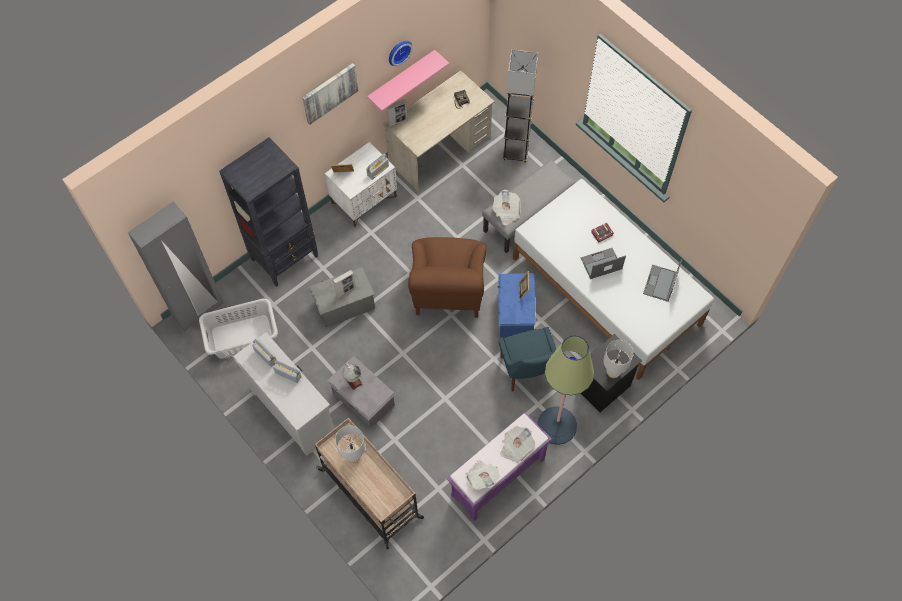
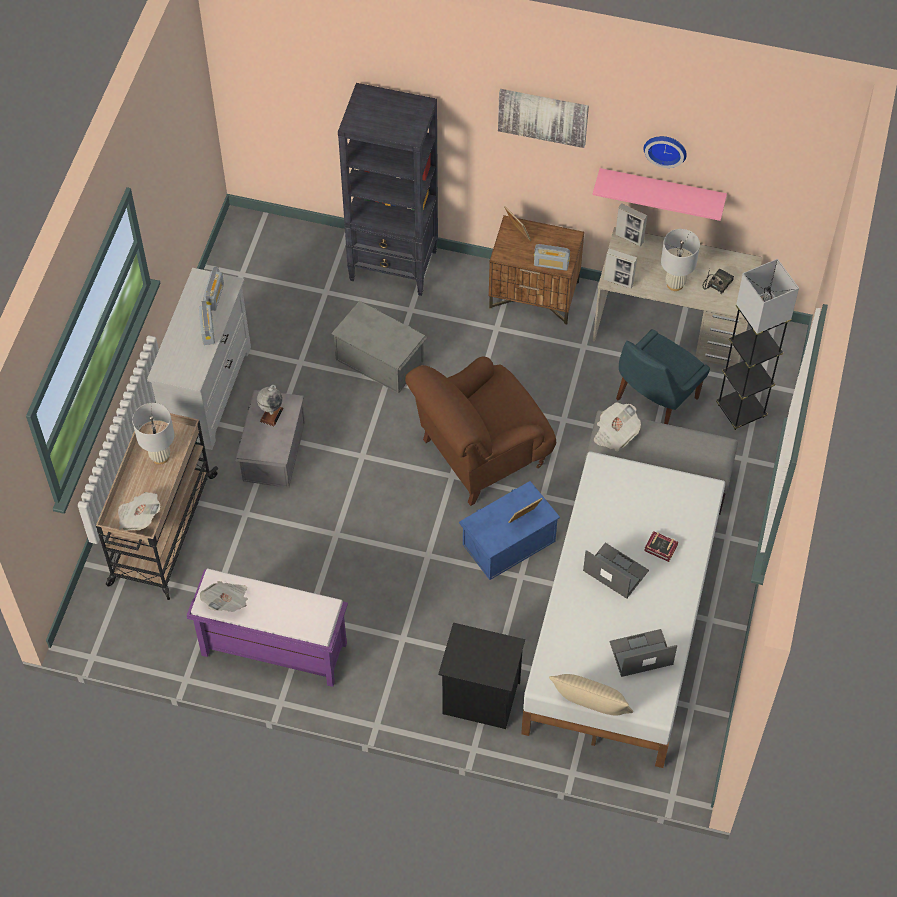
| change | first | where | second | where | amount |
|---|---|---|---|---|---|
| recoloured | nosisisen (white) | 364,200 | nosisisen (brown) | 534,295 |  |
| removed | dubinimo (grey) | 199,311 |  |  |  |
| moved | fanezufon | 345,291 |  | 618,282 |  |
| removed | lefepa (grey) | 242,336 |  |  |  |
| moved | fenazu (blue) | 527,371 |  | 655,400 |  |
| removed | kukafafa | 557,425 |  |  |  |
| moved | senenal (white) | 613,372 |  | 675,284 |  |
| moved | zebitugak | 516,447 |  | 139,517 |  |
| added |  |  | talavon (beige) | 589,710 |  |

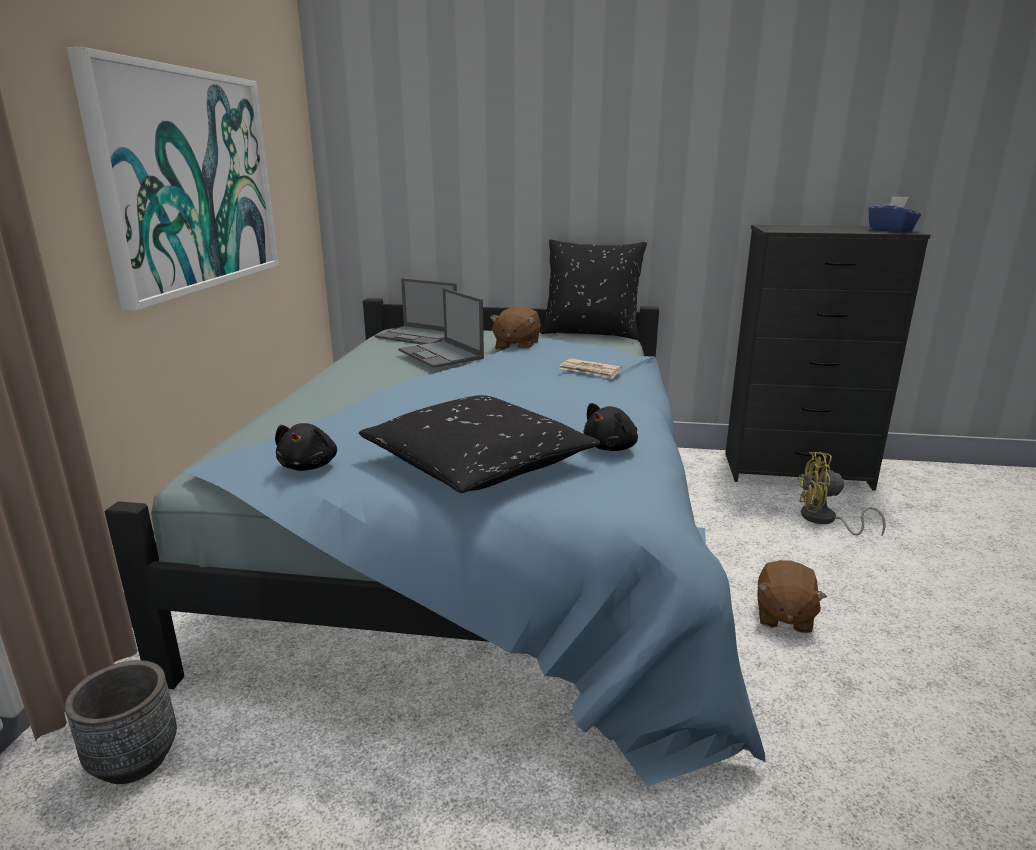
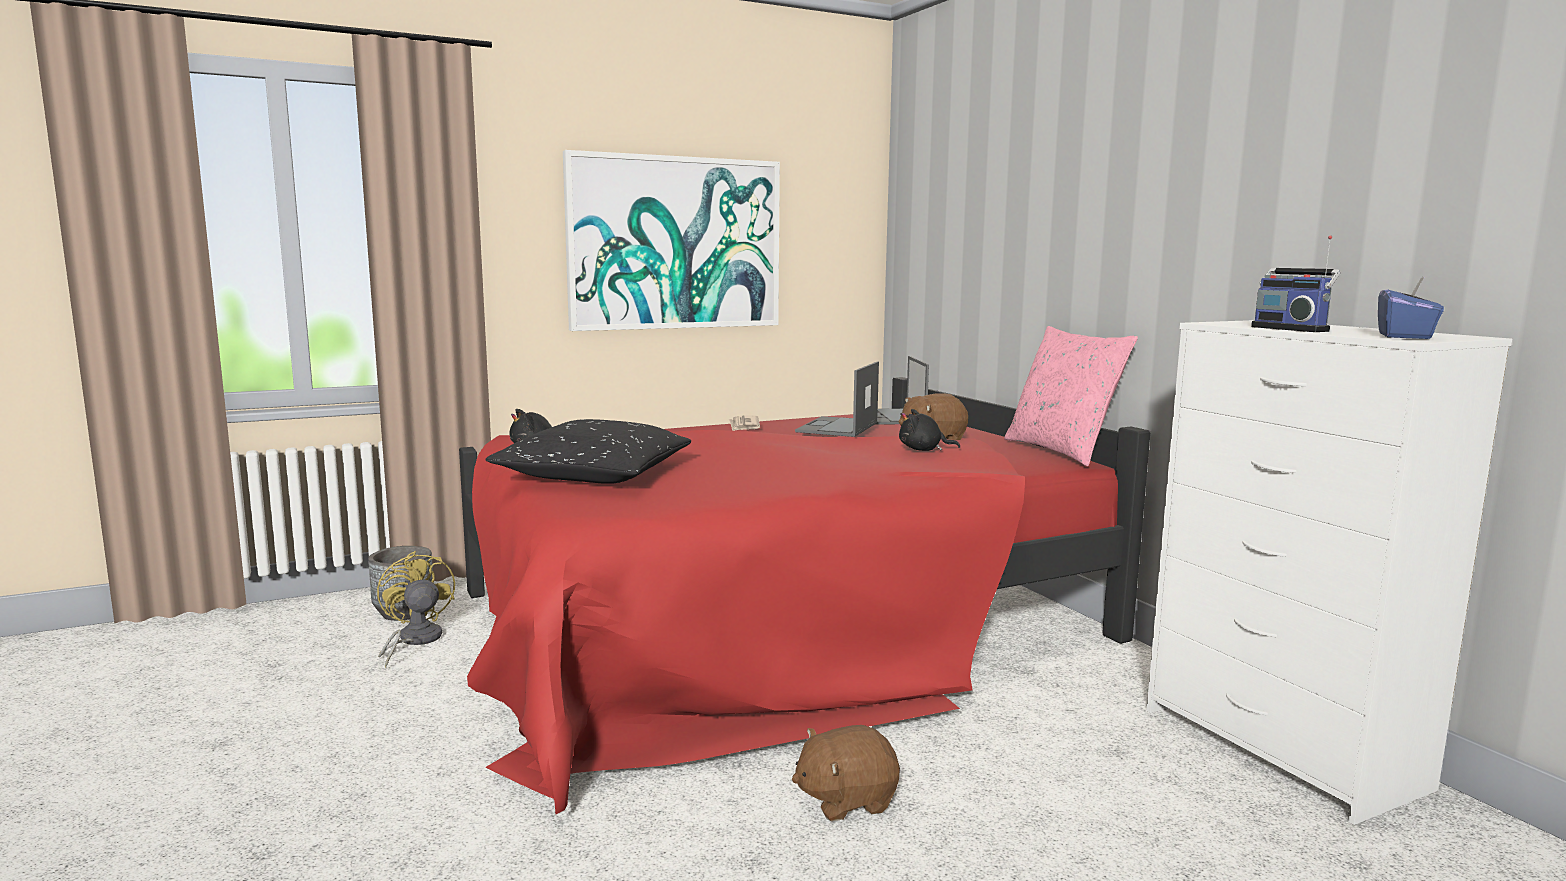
| change | first | where | second | where | amount |
|---|---|---|---|---|---|
| recoloured | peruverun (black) | 797,471 | peruverun (white) | 1283,749 |  |
| recoloured | talavon (black) | 591,333 | talavon (pink) | 1062,451 |  |
| recoloured | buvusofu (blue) | 485,541 | buvusofu (red) | 774,624 |  |
| moved | zebitugak | 590,371 |  | 744,426 |  |
| moved | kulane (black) | 612,447 |  | 923,450 |  |
| moved | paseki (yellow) | 824,520 |  | 414,641 |  |
| added |  |  | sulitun | 1292,329 |  |

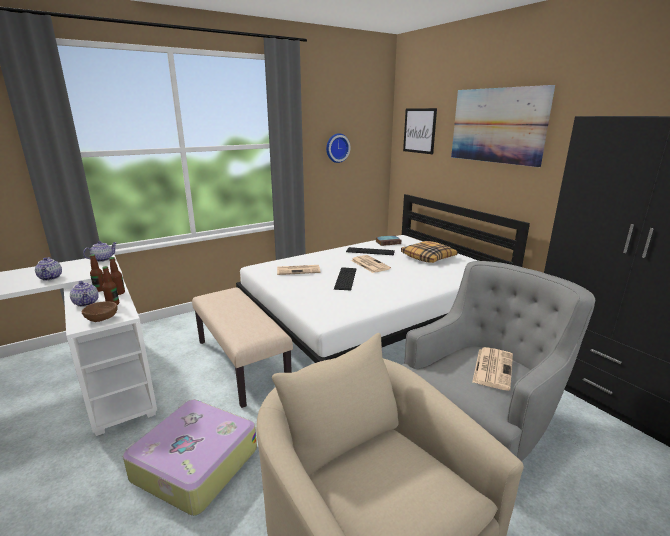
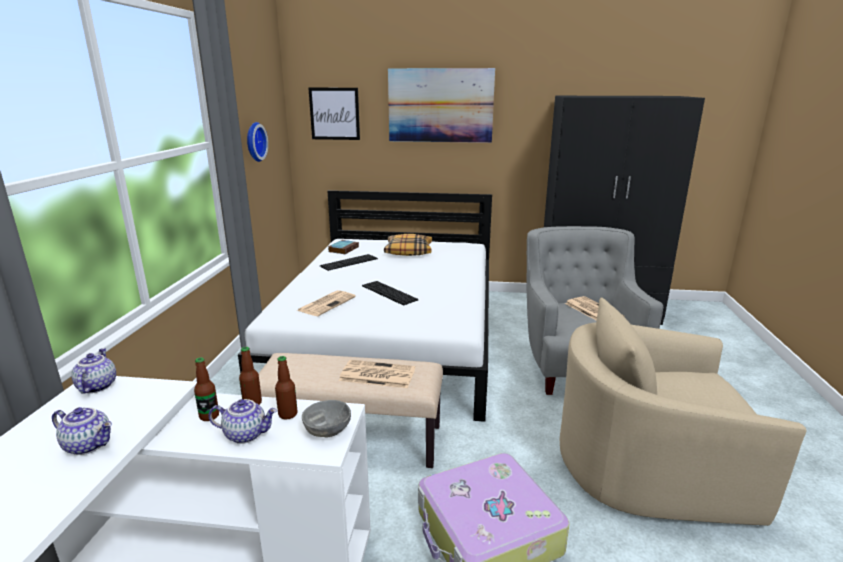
| change | first | where | second | where | amount |
|---|---|---|---|---|---|
| moved | zebitugak | 369,264 |  | 376,375 |  |
| recoloured | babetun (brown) | 102,319 | babetun (grey) | 327,430 |  |

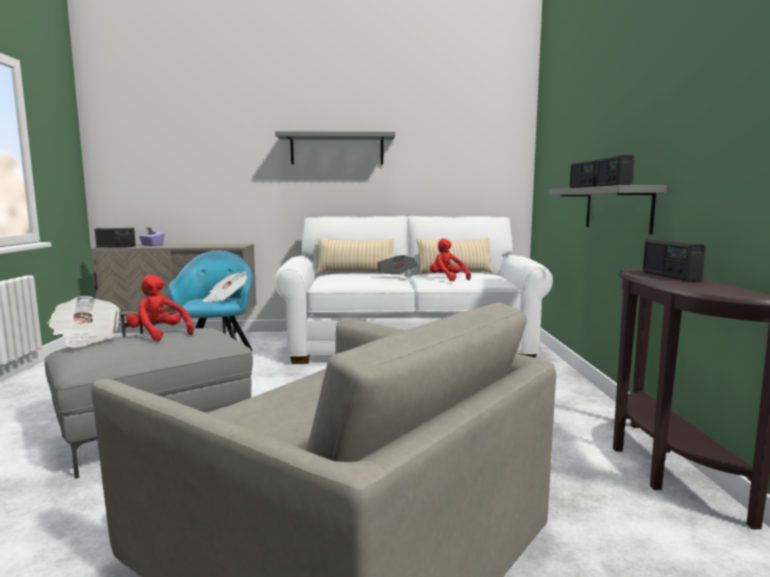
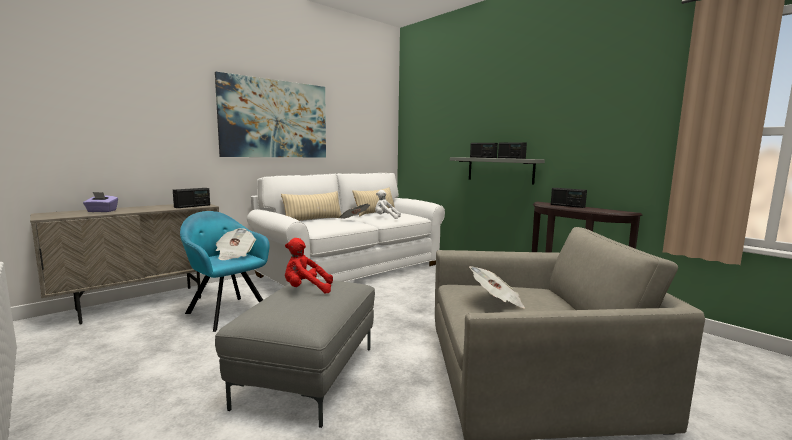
| change | first | where | second | where | amount |
|---|---|---|---|---|---|
| replaced | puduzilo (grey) | 337,149 | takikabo | 275,119 |  |
| moved | sulitun | 116,247 |  | 192,206 |  |
| recoloured | kulane (red) | 447,279 | kulane (white) | 385,218 |  |
| moved | zebitugak | 86,338 |  | 496,301 |  |

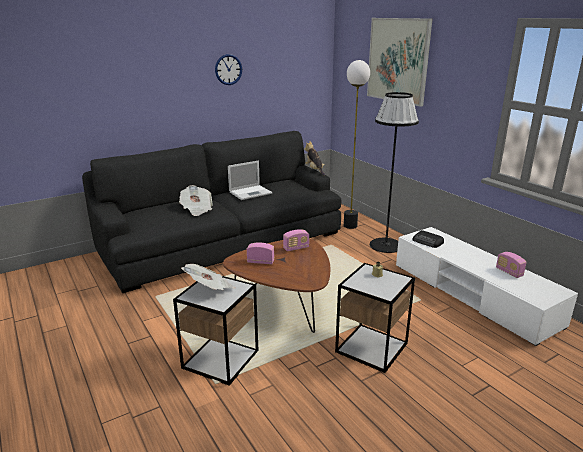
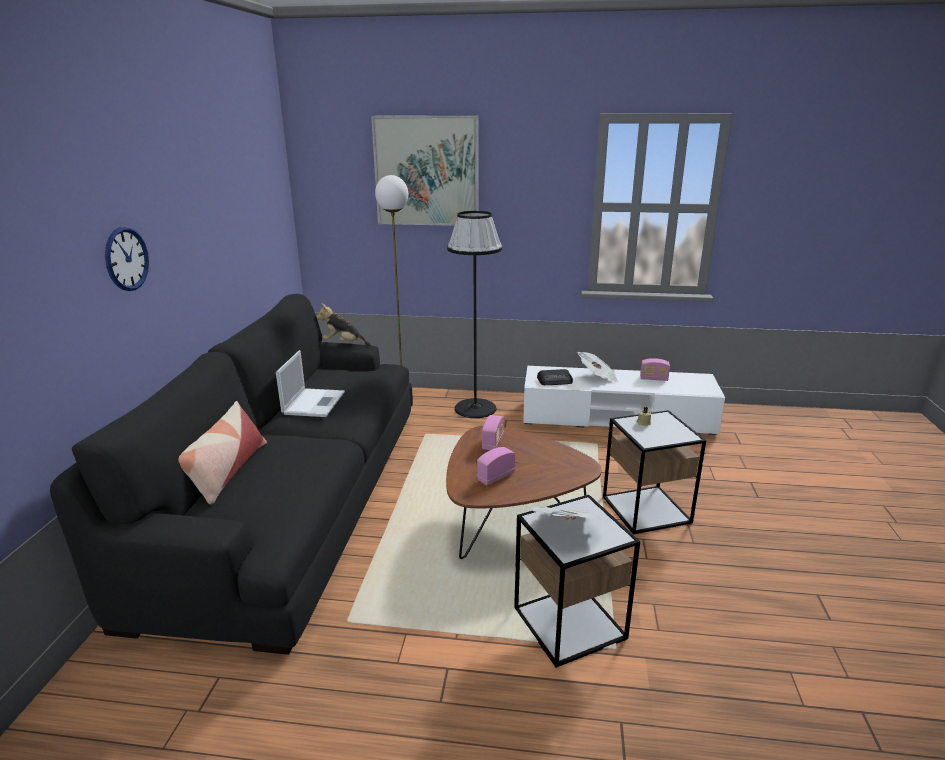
| change | first | where | second | where | amount |
|---|---|---|---|---|---|
| moved | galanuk | 228,69 |  | 126,259 |  |
| moved | zebitugak | 196,209 |  | 598,377 |  |
| added |  |  | talavon | 227,471 |  |

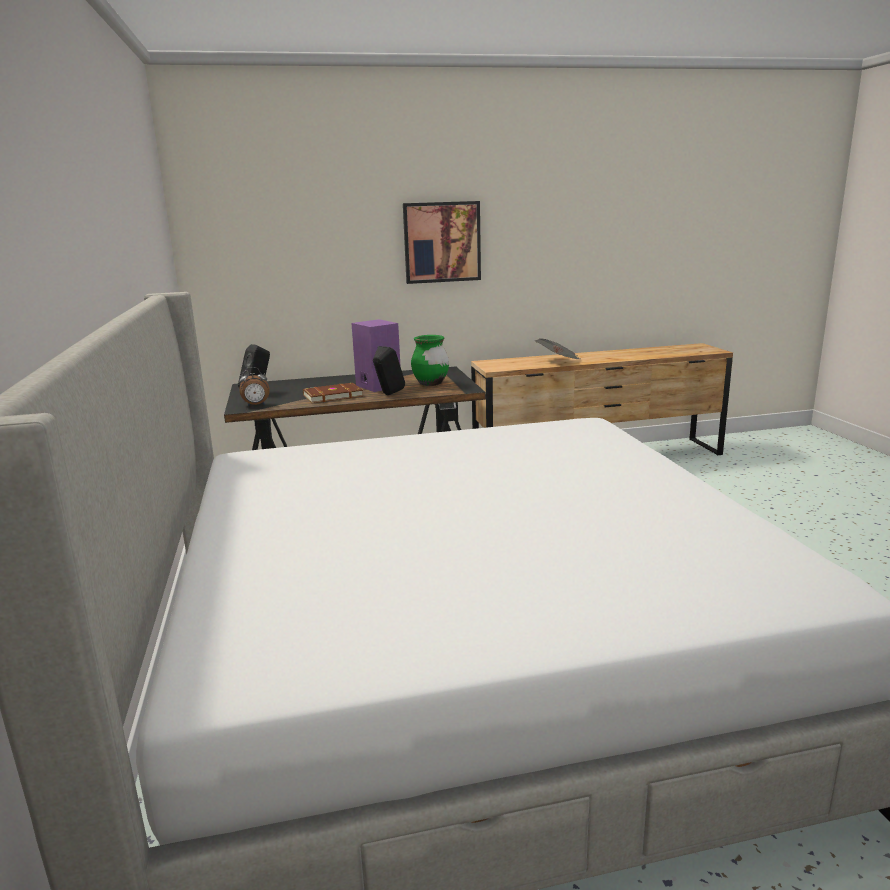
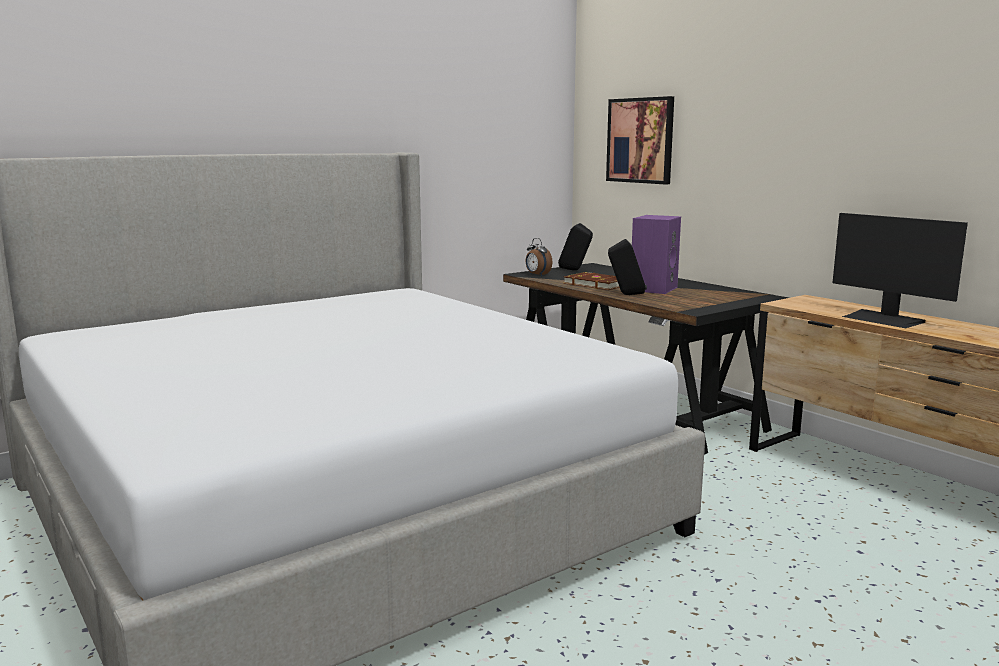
| change | first | where | second | where | amount |
|---|---|---|---|---|---|
| moved | takikabo | 442,242 |  | 640,140 |  |
| removed | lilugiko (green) | 430,384 |  |  |  |
| replaced | zebitugak | 558,361 | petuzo | 884,319 |  |

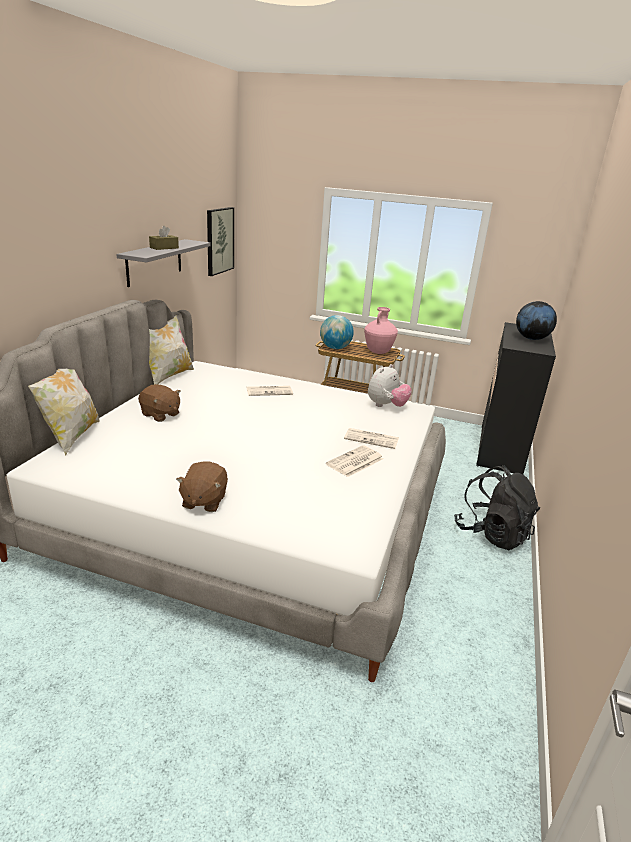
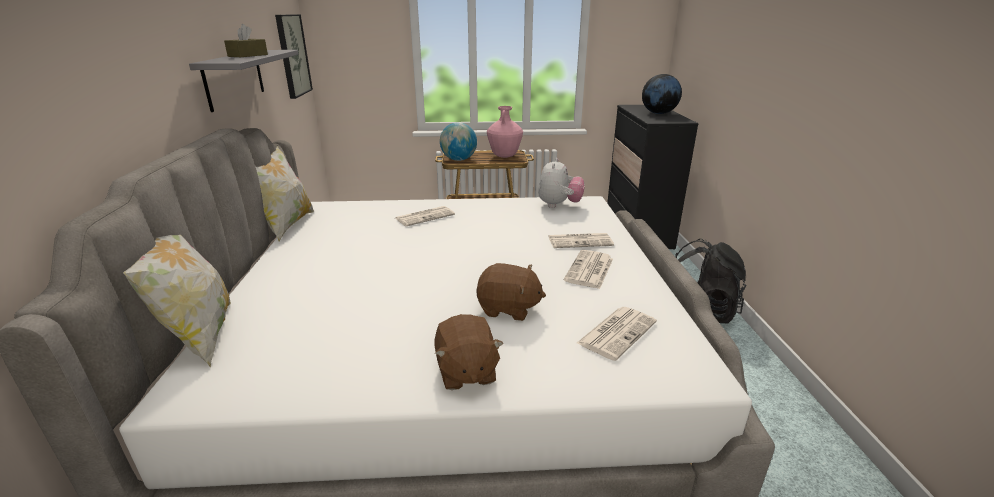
| change | first | where | second | where | amount |
|---|---|---|---|---|---|
| moved | kulane (brown) | 160,415 |  | 508,308 |  |
| added |  |  | zebitugak | 617,332 |  |

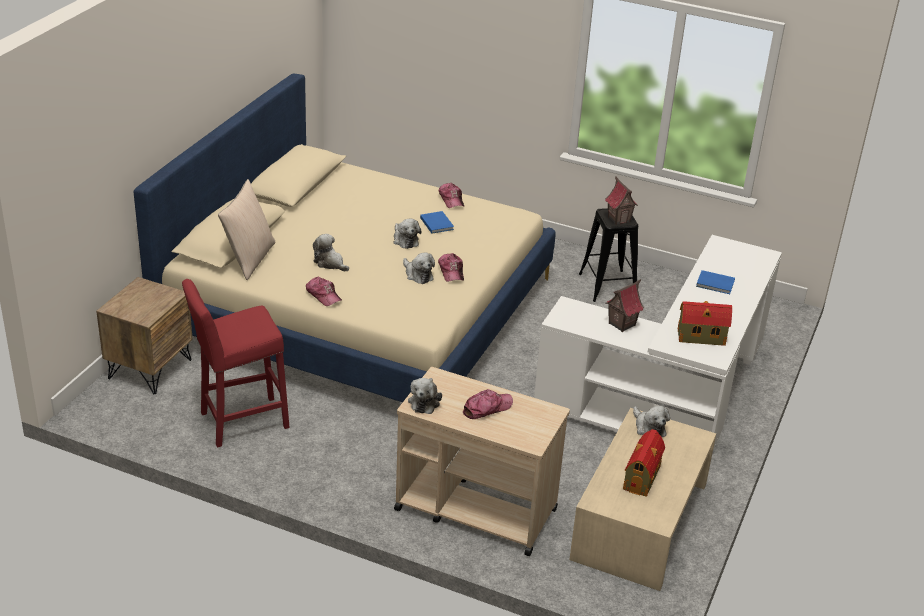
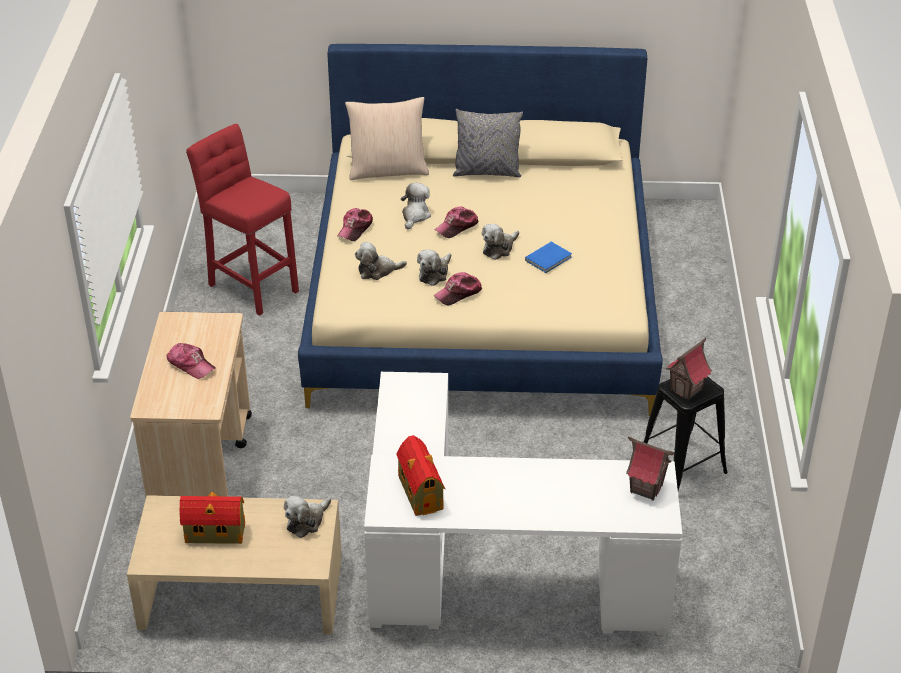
| change | first | where | second | where | amount |
|---|---|---|---|---|---|
| moved | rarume | 451,199 |  | 457,227 |  |
| removed | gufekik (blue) | 716,284 |  |  |  |
| removed | nosisisen (brown) | 149,369 |  |  |  |
| moved | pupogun | 621,324 |  | 646,488 |  |
| moved | kulane | 424,401 |  | 377,271 |  |
| added |  |  | talavon (grey) | 487,172 |  |

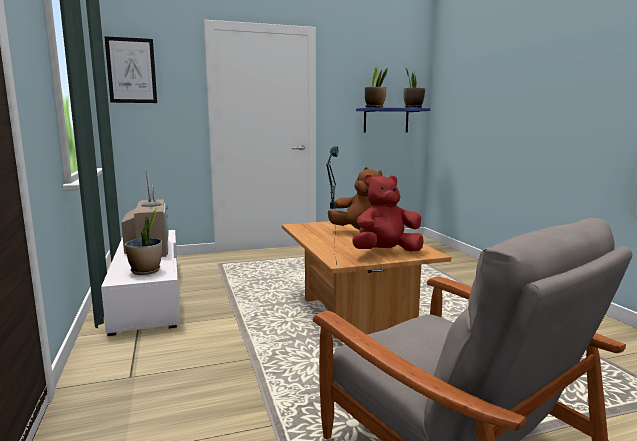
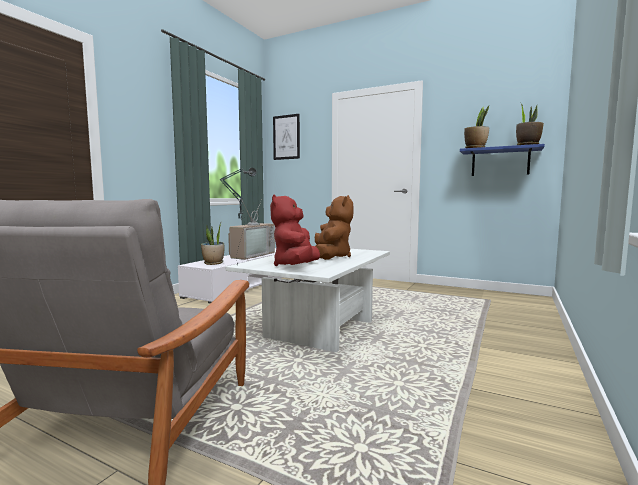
| change | first | where | second | where | amount |
|---|---|---|---|---|---|
| turned | kulane (red) | 386,252 |  | 296,266 | 105 degrees counterclockwise |
| recoloured | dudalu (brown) | 353,313 | dudalu (white) | 318,328 |  |

